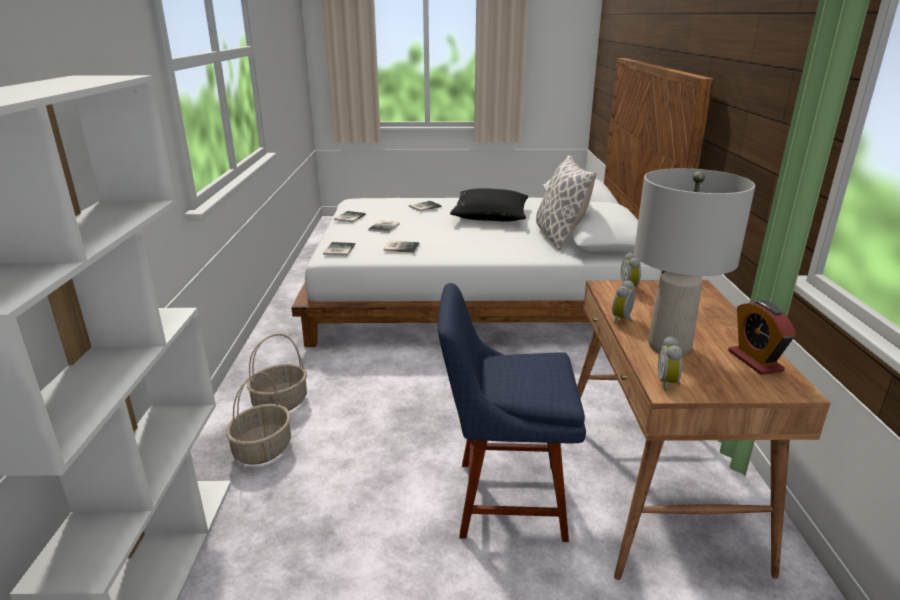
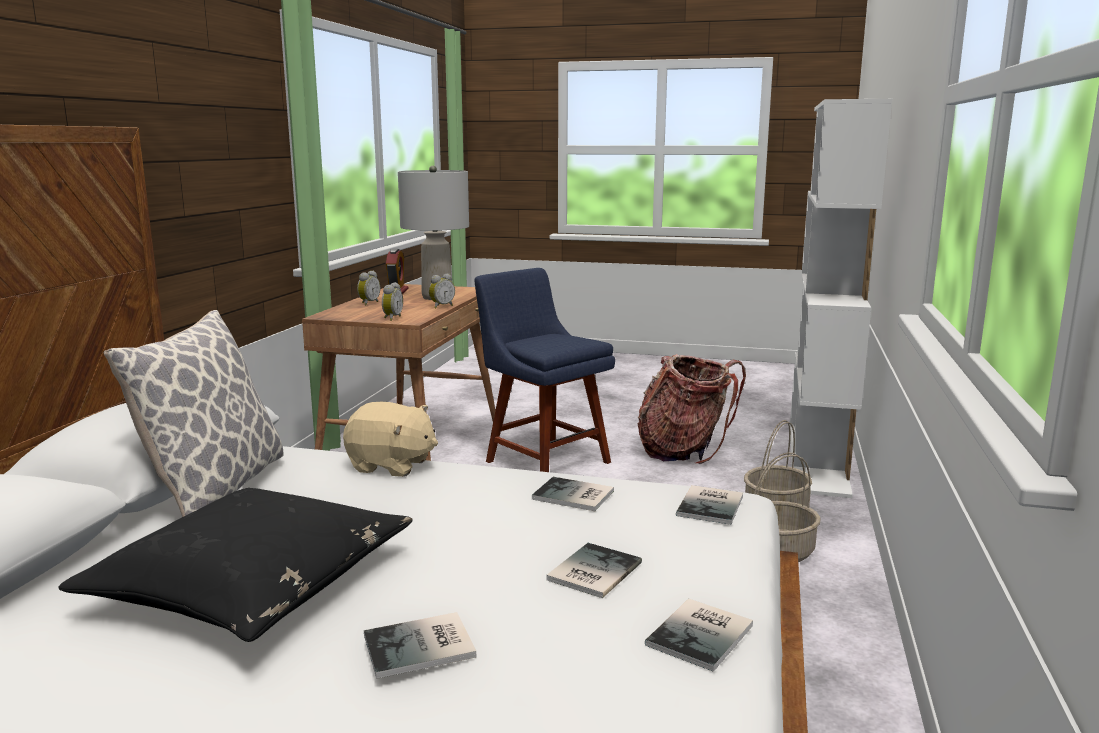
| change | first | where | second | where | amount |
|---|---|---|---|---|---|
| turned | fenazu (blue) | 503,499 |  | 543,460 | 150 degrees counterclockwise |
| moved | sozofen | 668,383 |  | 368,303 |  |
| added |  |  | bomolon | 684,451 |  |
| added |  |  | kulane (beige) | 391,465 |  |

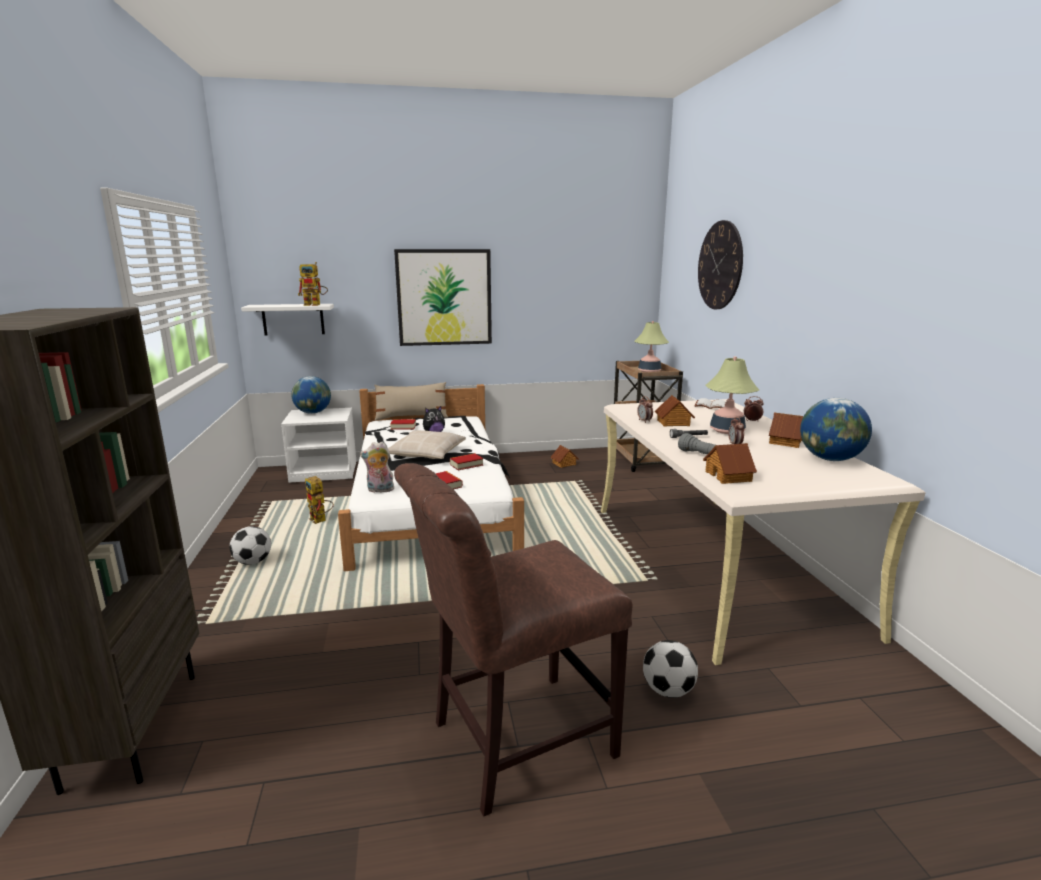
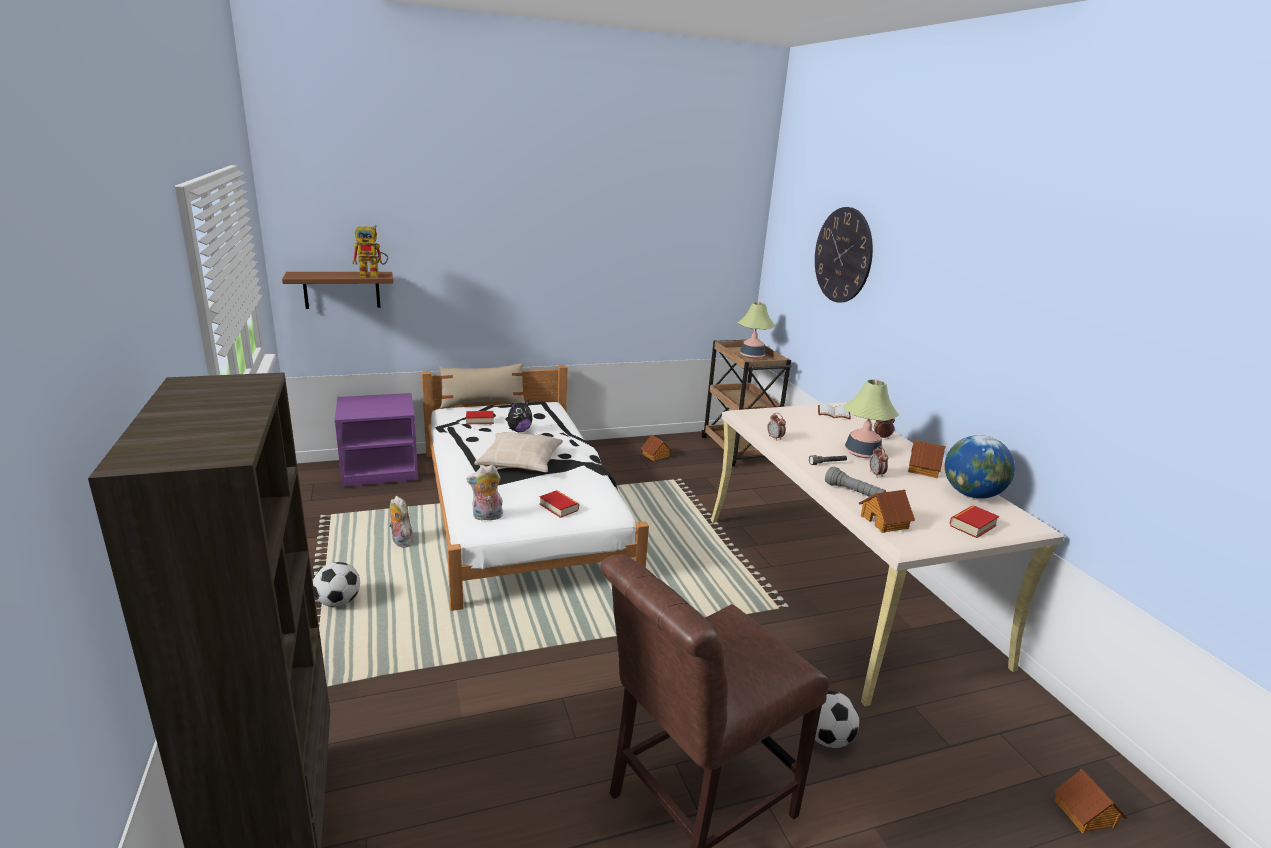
| change | first | where | second | where | amount |
|---|---|---|---|---|---|
| removed | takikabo | 444,297 |  |  |  |
| recoloured | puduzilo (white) | 293,319 | puduzilo (brown) | 342,290 |  |
| removed | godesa | 313,413 |  |  |  |
| moved | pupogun | 673,423 |  | 1085,814 |  |
| recoloured | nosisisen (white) | 325,472 | nosisisen (purple) | 381,470 |  |
| moved | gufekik | 466,465 |  | 972,525 |  |
| replaced | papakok | 320,521 | kulane | 400,542 |  |

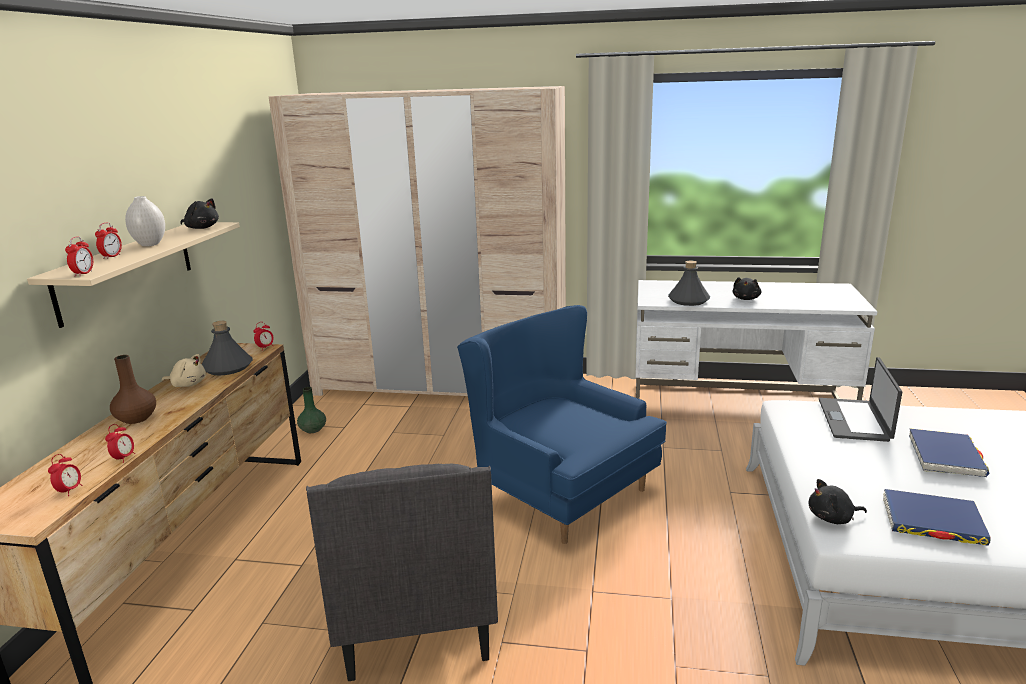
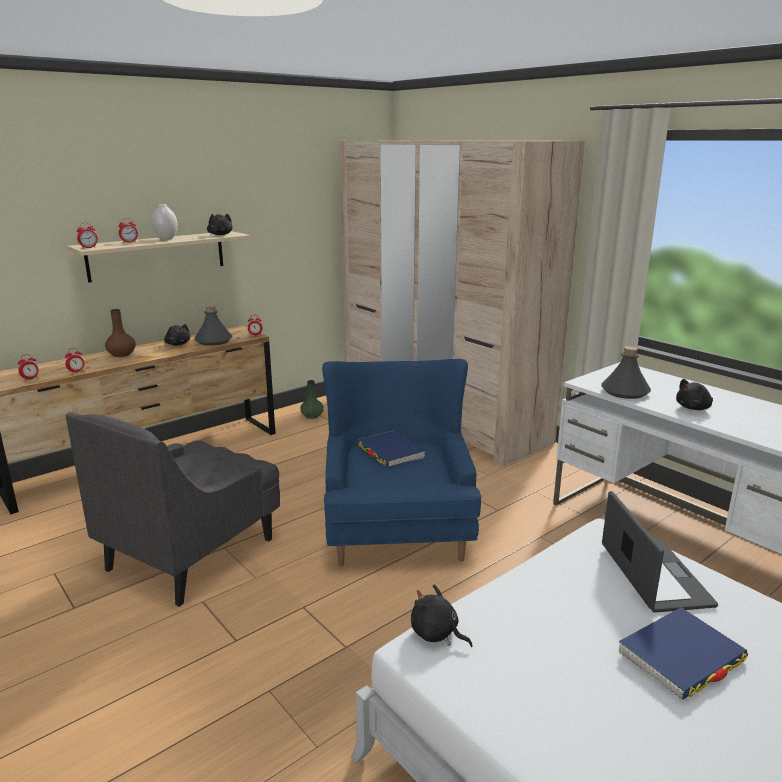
| change | first | where | second | where | amount |
|---|---|---|---|---|---|
| recoloured | kulane (beige) | 187,384 | kulane (black) | 177,344 |  |
| turned | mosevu | 855,420 |  | 653,575 | 120 degrees clockwise |
| moved | gufekik (blue) | 932,521 |  | 390,452 |  |

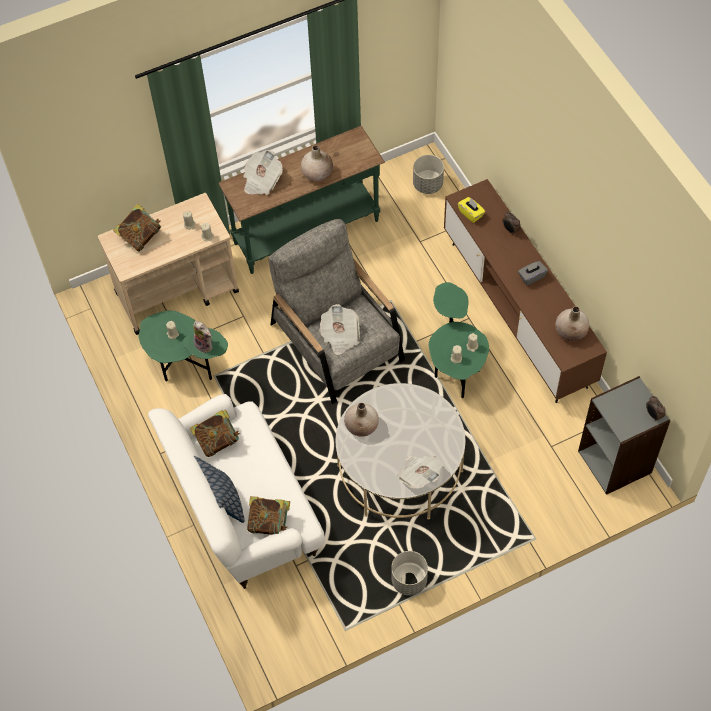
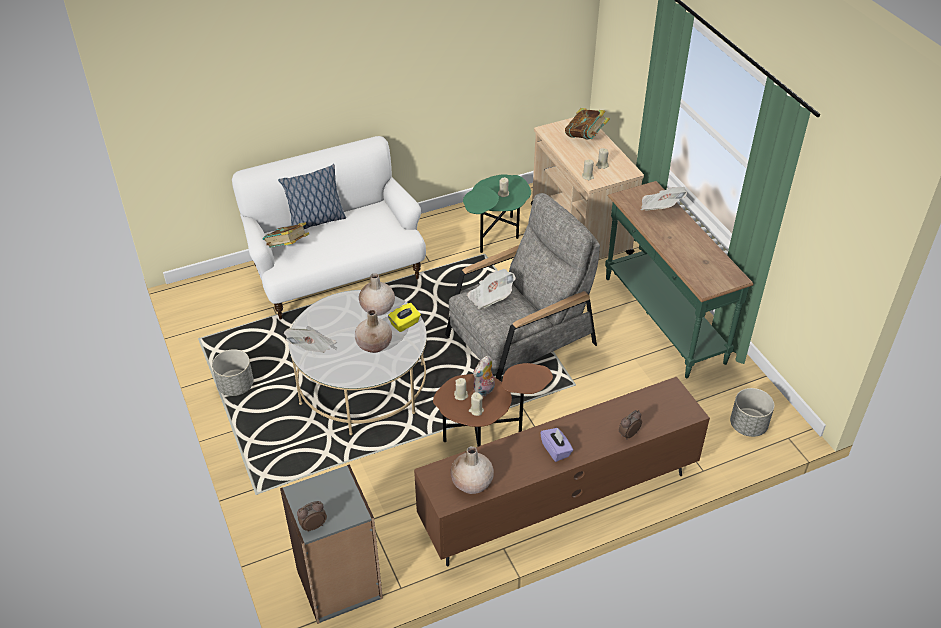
| change | first | where | second | where | amount |
|---|---|---|---|---|---|
| moved | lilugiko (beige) | 317,173 |  | 374,345 |  |
| moved | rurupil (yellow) | 471,214 |  | 405,324 |  |
| recoloured | rurupil (grey) | 531,277 | rurupil (purple) | 556,450 |  |
| recoloured | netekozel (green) | 454,365 | netekozel (brown) | 487,436 |  |
| moved | kulane | 205,344 |  | 484,391 |  |
| removed | gufekik | 217,440 |  |  |  |

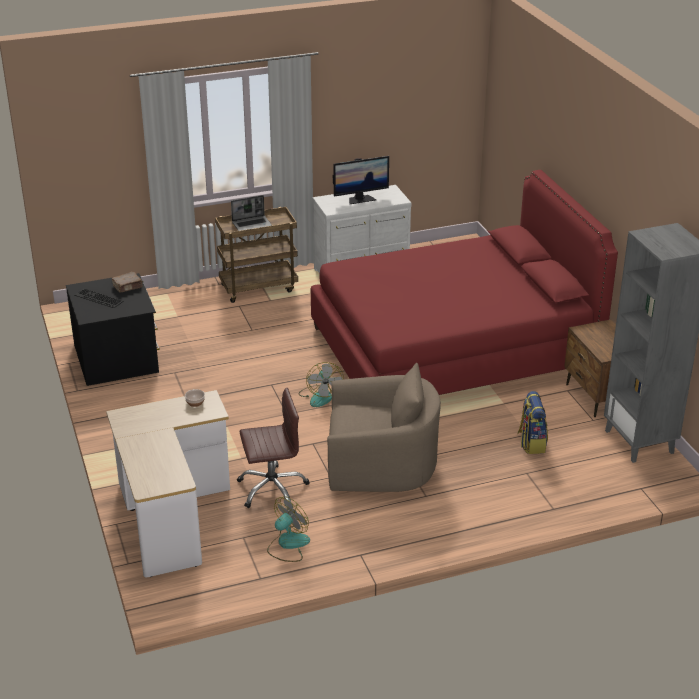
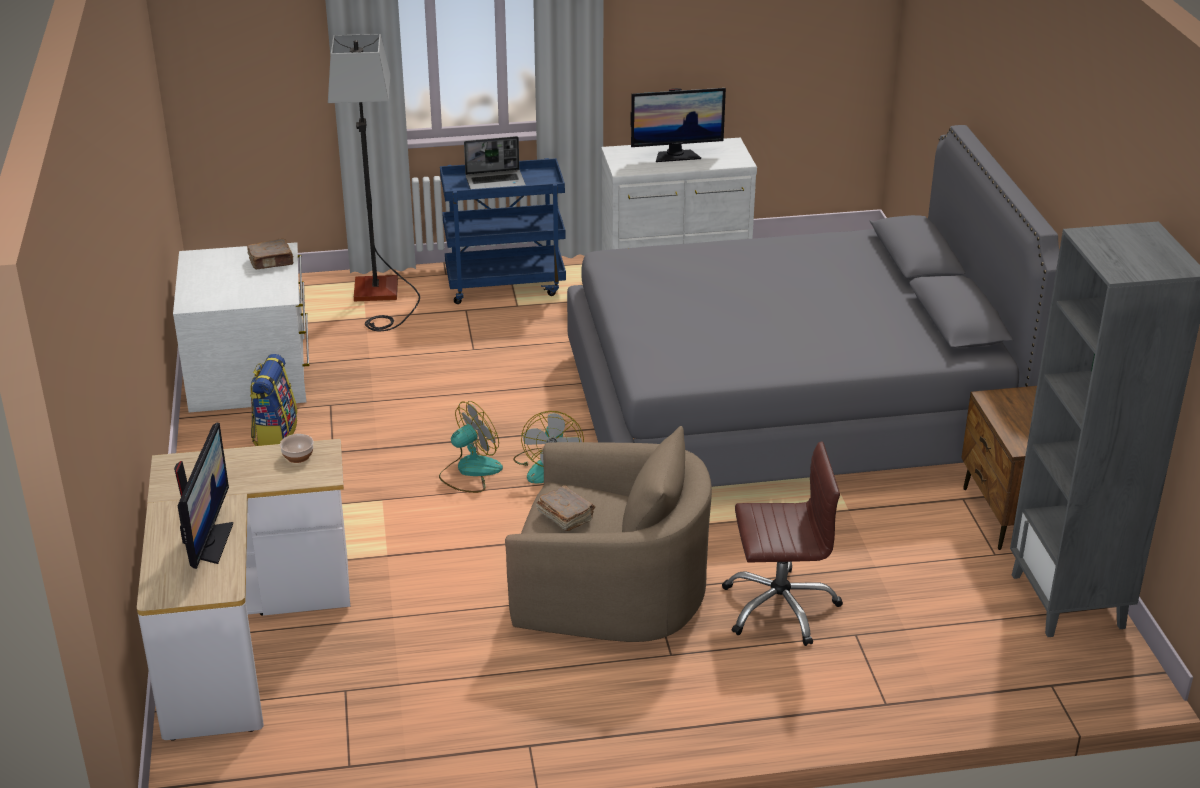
| change | first | where | second | where | amount |
|---|---|---|---|---|---|
| recoloured | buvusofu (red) | 452,349 | buvusofu (grey) | 787,410 |  |
| recoloured | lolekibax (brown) | 259,287 | lolekibax (blue) | 506,284 |  |
| recoloured | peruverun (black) | 117,358 | peruverun (white) | 251,373 |  |
| removed | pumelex | 97,298 |  |  |  |
| moved | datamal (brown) | 272,488 |  | 779,607 |  |
| moved | bomolon | 531,443 |  | 275,434 |  |
| moved | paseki | 288,545 |  | 470,471 |  |
| added |  |  | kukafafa | 380,297 |  |
| added |  |  | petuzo | 209,543 |  |
| added |  |  | gufekik (brown) | 565,516 |  |

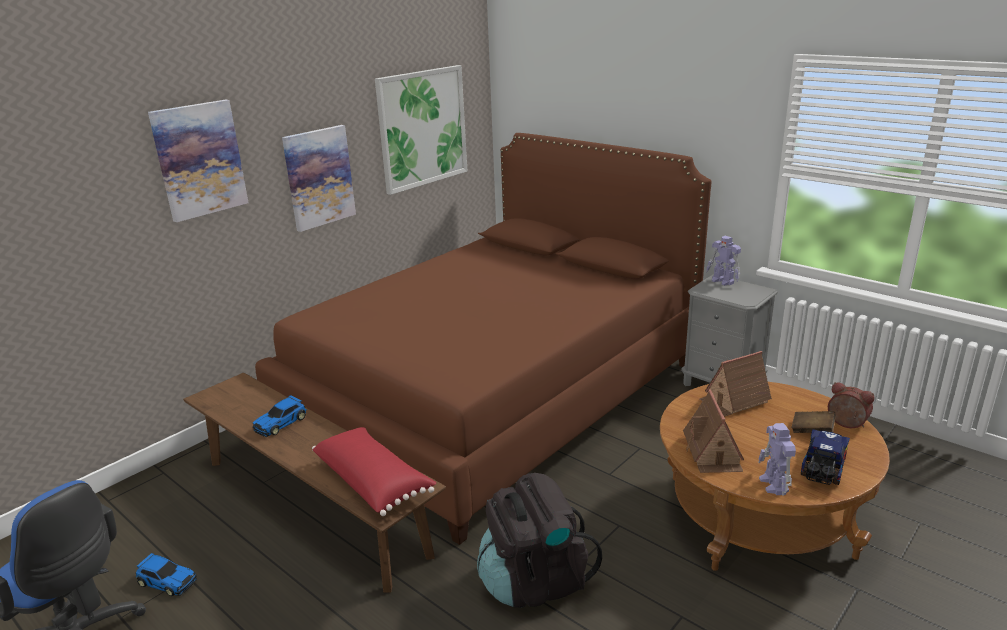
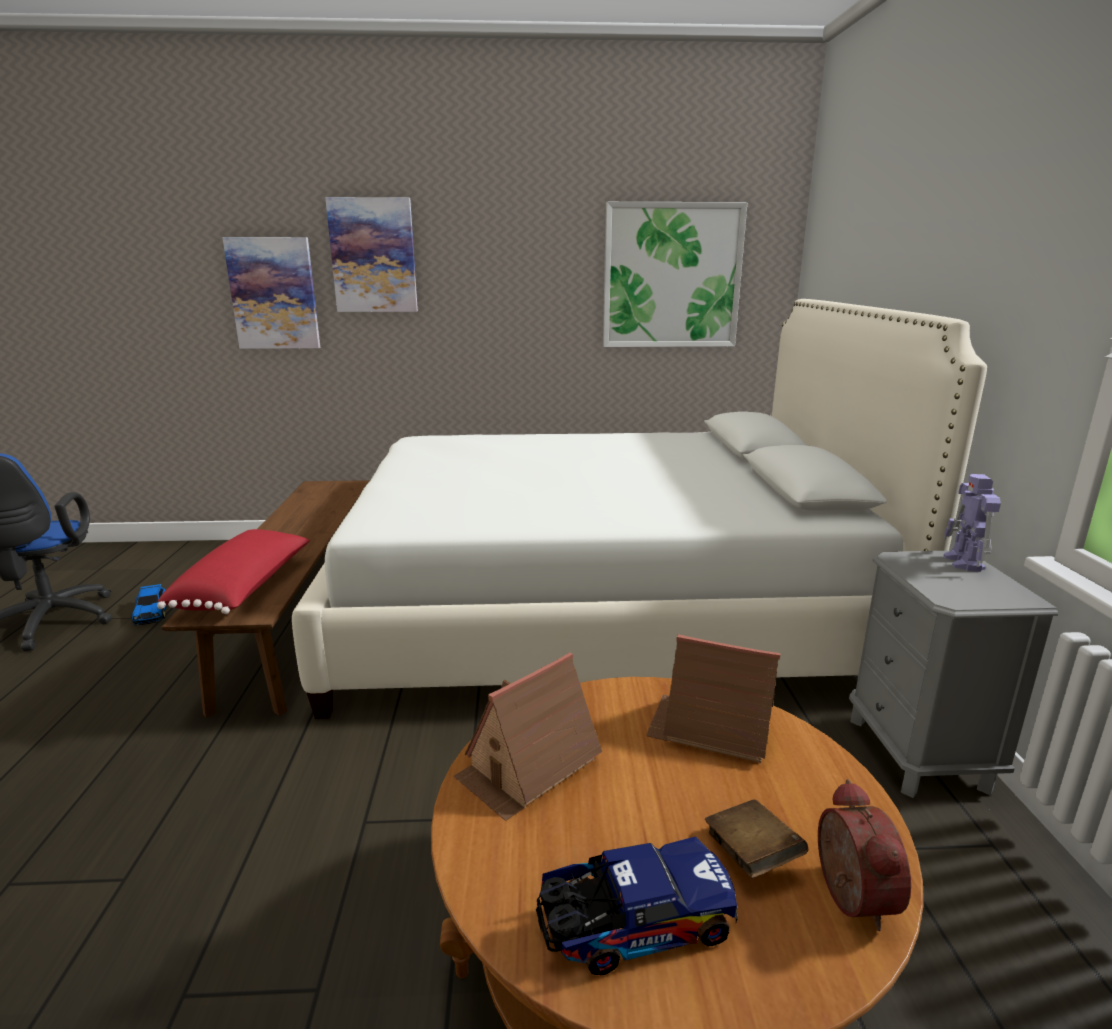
| change | first | where | second | where | amount |
|---|---|---|---|---|---|
| moved | takikabo | 319,177 |  | 274,293 |  |
| recoloured | buvusofu (brown) | 494,394 | buvusofu (white) | 598,611 |  |
| removed | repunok | 281,423 |  |  |  |
| removed | papakok | 774,485 |  |  |  |
| removed | bomolon (black) | 535,581 |  |  |  |

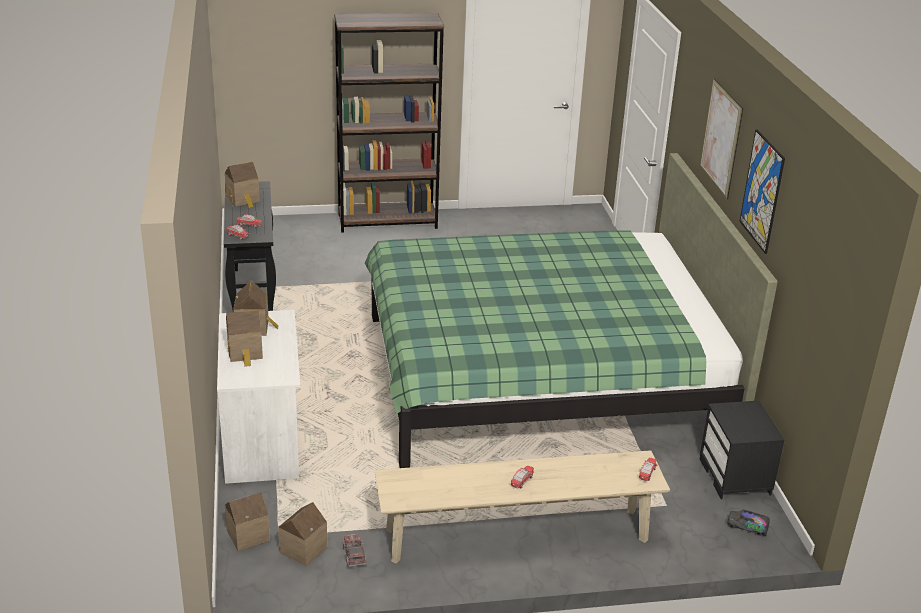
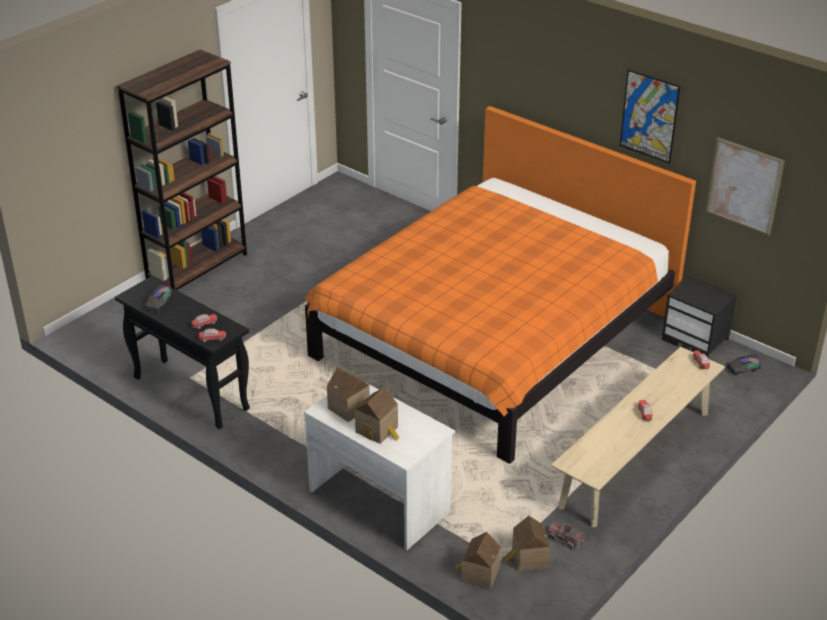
| change | first | where | second | where | amount |
|---|---|---|---|---|---|
| moved | takikabo | 721,138 |  | 744,186 |  |
| recoloured | buvusofu (green) | 541,376 | buvusofu (orange) | 493,336 |  |
| replaced | pupogun | 244,199 | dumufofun | 159,304 |  |

